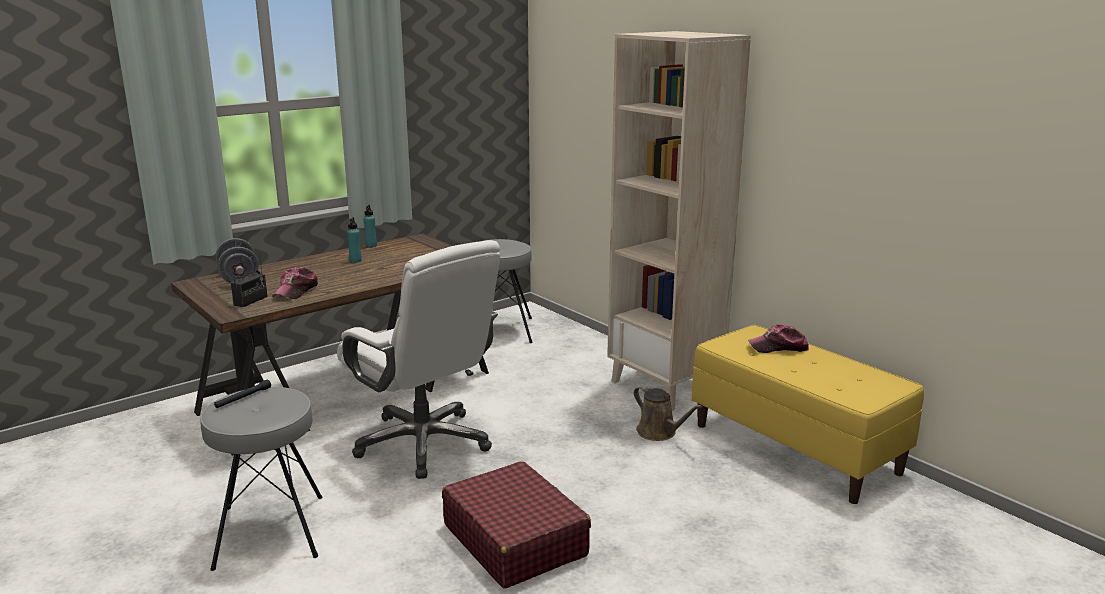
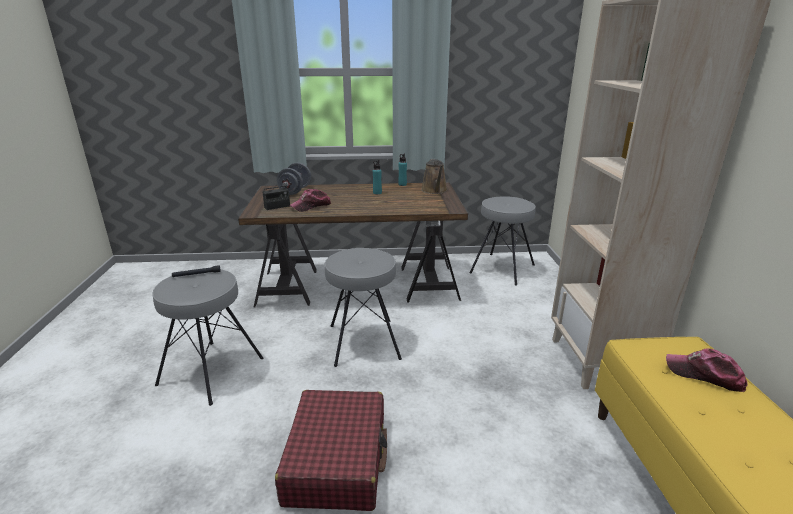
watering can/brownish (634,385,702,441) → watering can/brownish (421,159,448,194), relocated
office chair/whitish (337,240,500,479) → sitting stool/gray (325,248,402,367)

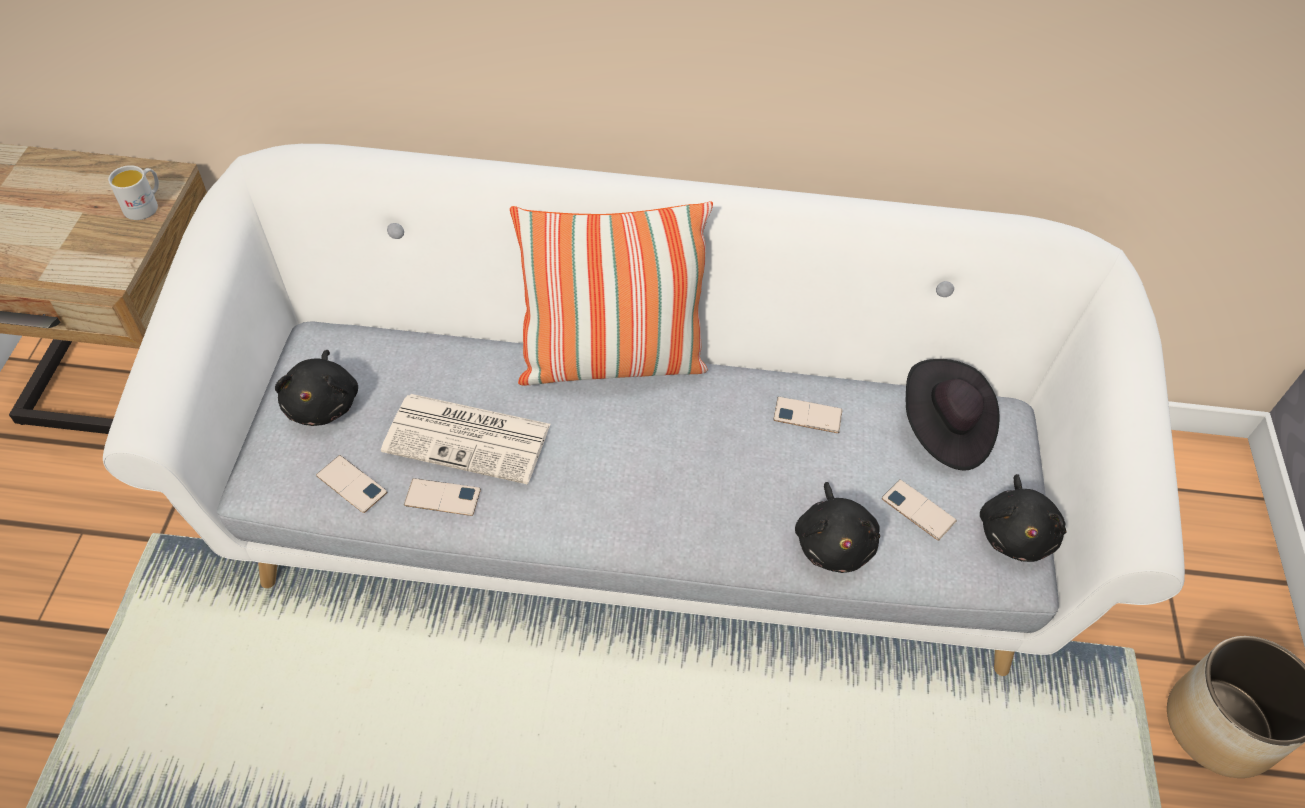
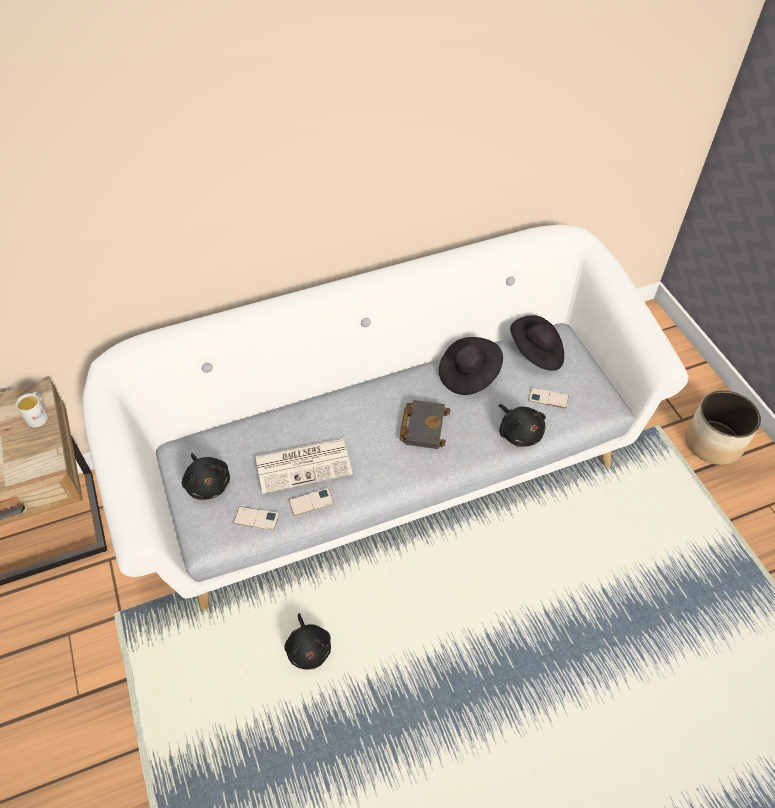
throw pillow (510,201,713,386) → -
- → book/blackish (399,400,450,449)
soft toy/blackish (980,474,1066,562) → soft toy/blackish (284,613,331,670), relocated
phone (773,397,843,433) → clothing hat/blackish (439,337,503,395)

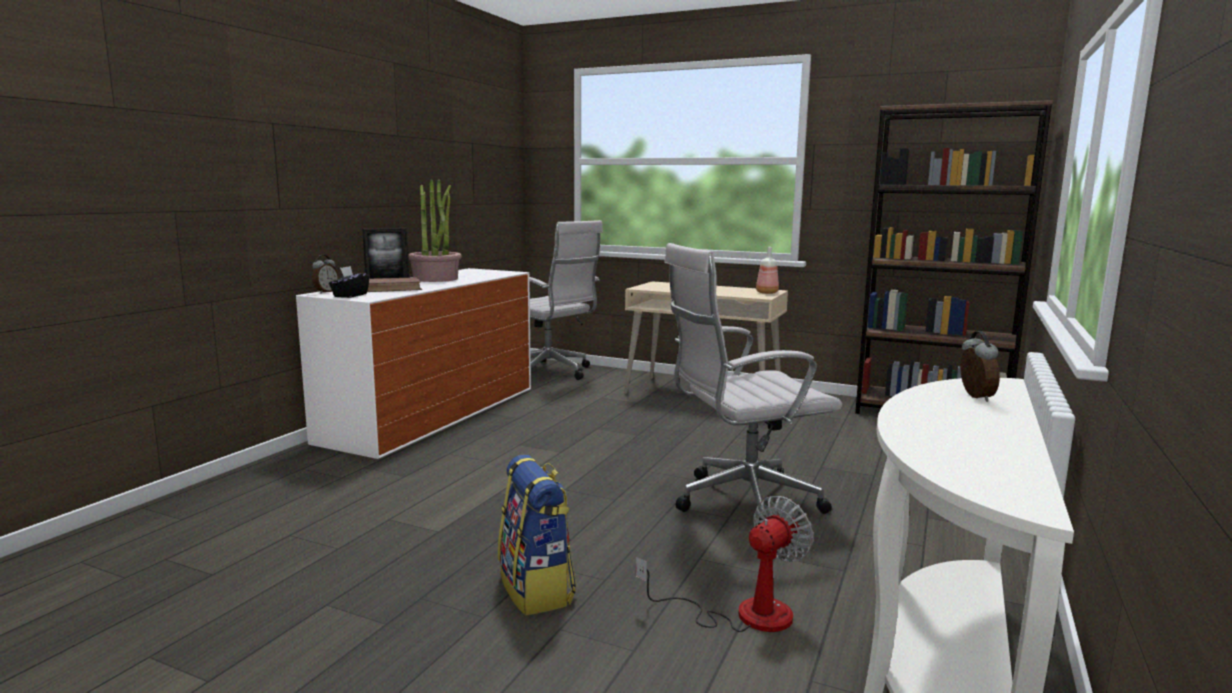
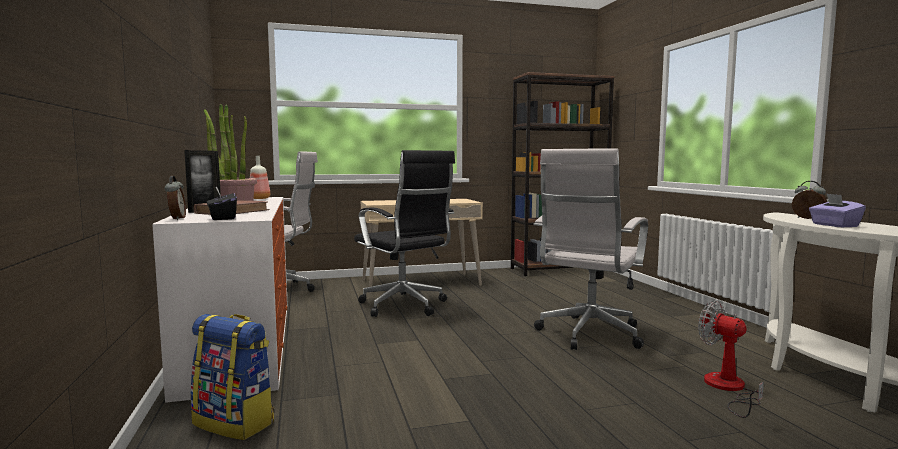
- → office chair/blackish (354,150,455,317)
- → tissue box/purple (809,193,866,227)
knapsack (498,454,577,616) → knapsack (190,314,274,440), relocated
drink bottle (756,247,779,294) → drink bottle (250,156,270,199), relocated
electric fan (636,496,813,632) → electric fan (698,301,764,418), 45 degrees counterclockwise

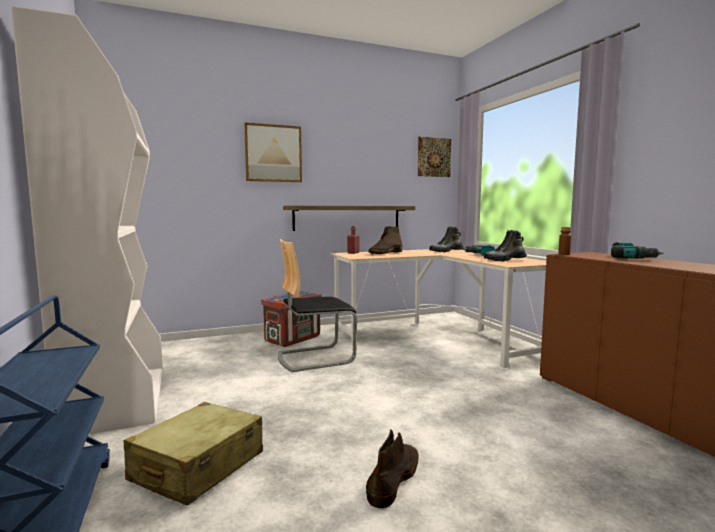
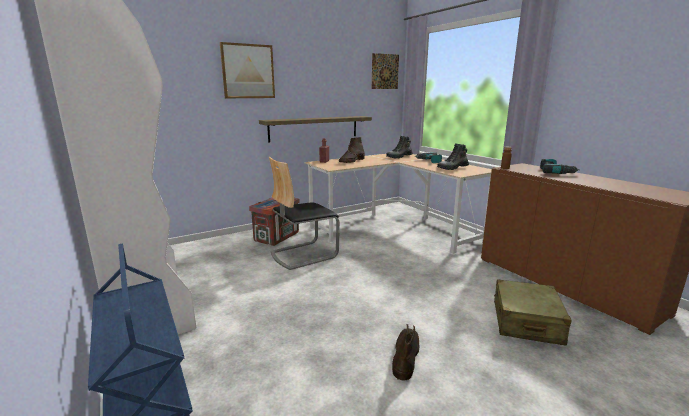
piece of luggage/sand-coloured (124,402,263,506) → piece of luggage/sand-coloured (494,279,571,346), relocated

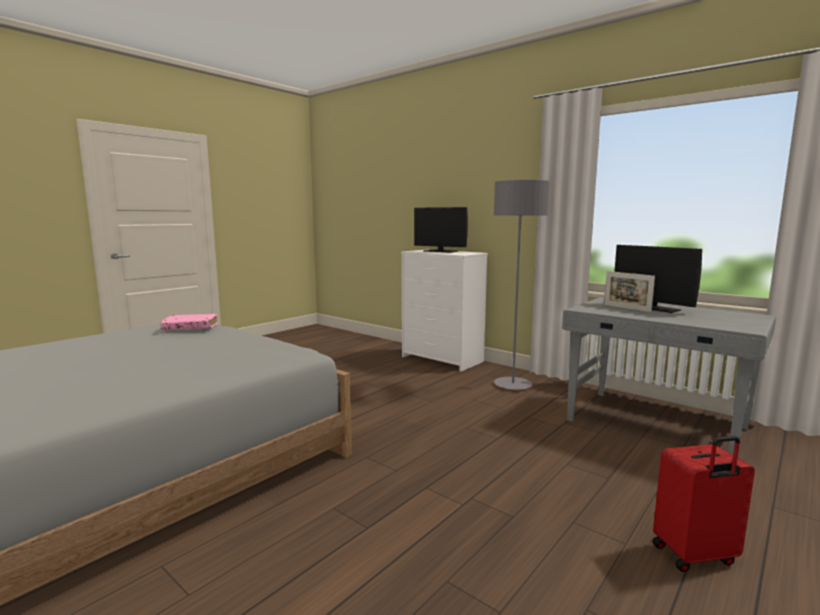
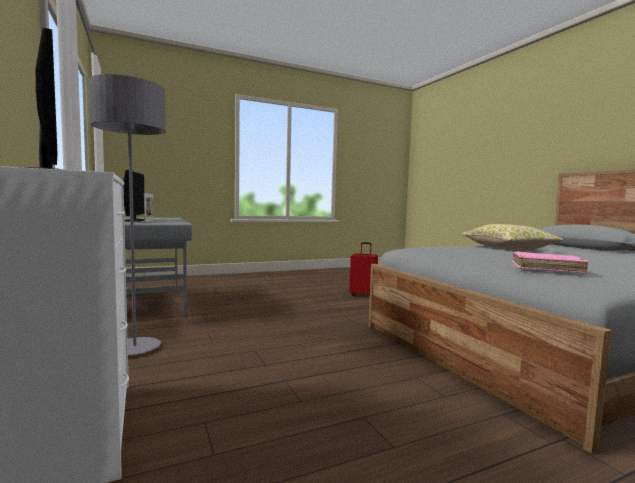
- → throw pillow (462,224,564,250)
piece of luggage/red-coloured (653,436,755,572) → piece of luggage/red-coloured (350,242,378,297), relocated

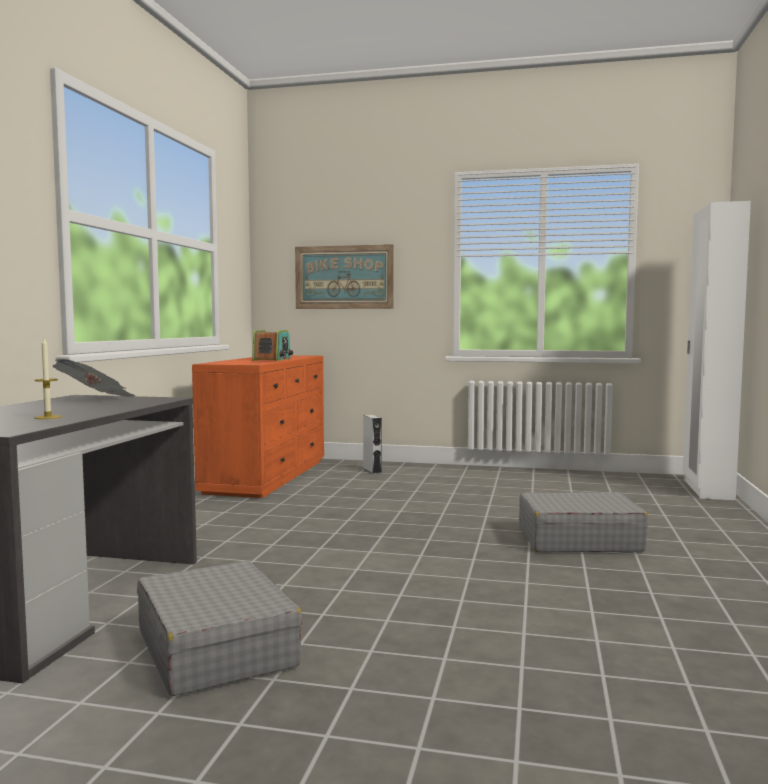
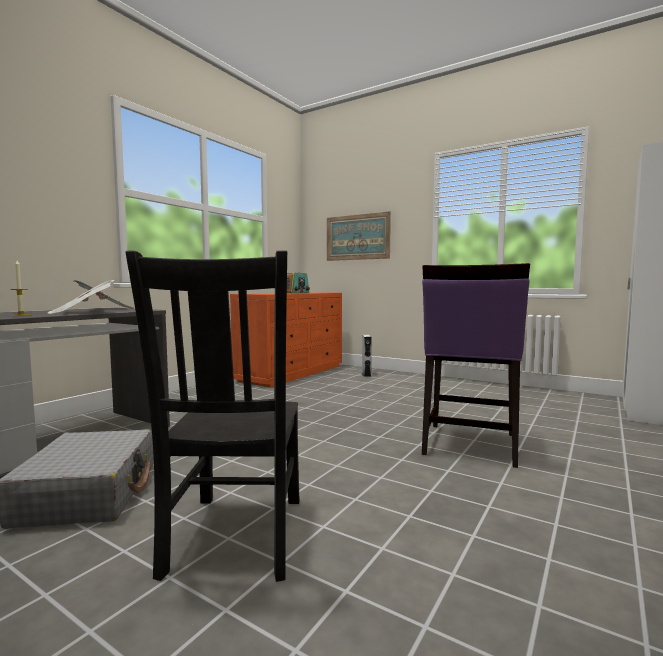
- → printed paper (48,280,114,314)
- → upright chair/blackish (125,250,300,582)
piece of luggage/gray (519,492,648,552) → upright chair/purple (422,263,530,468)

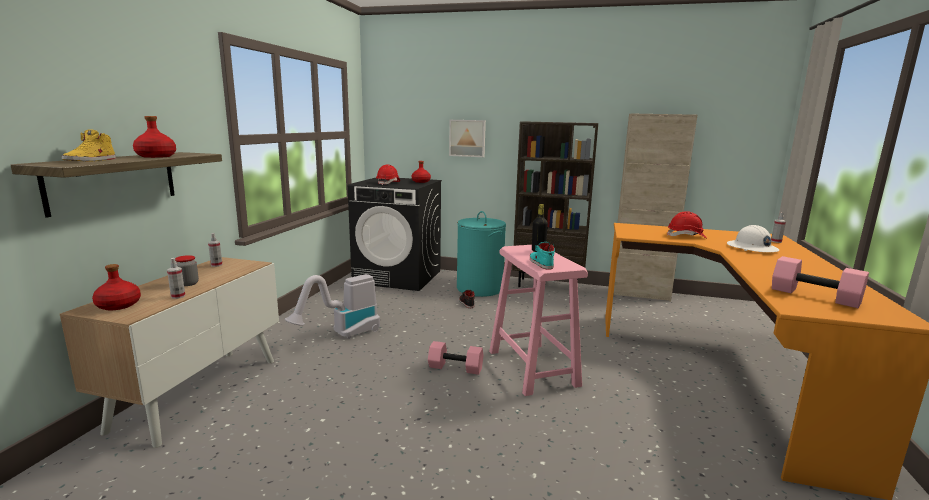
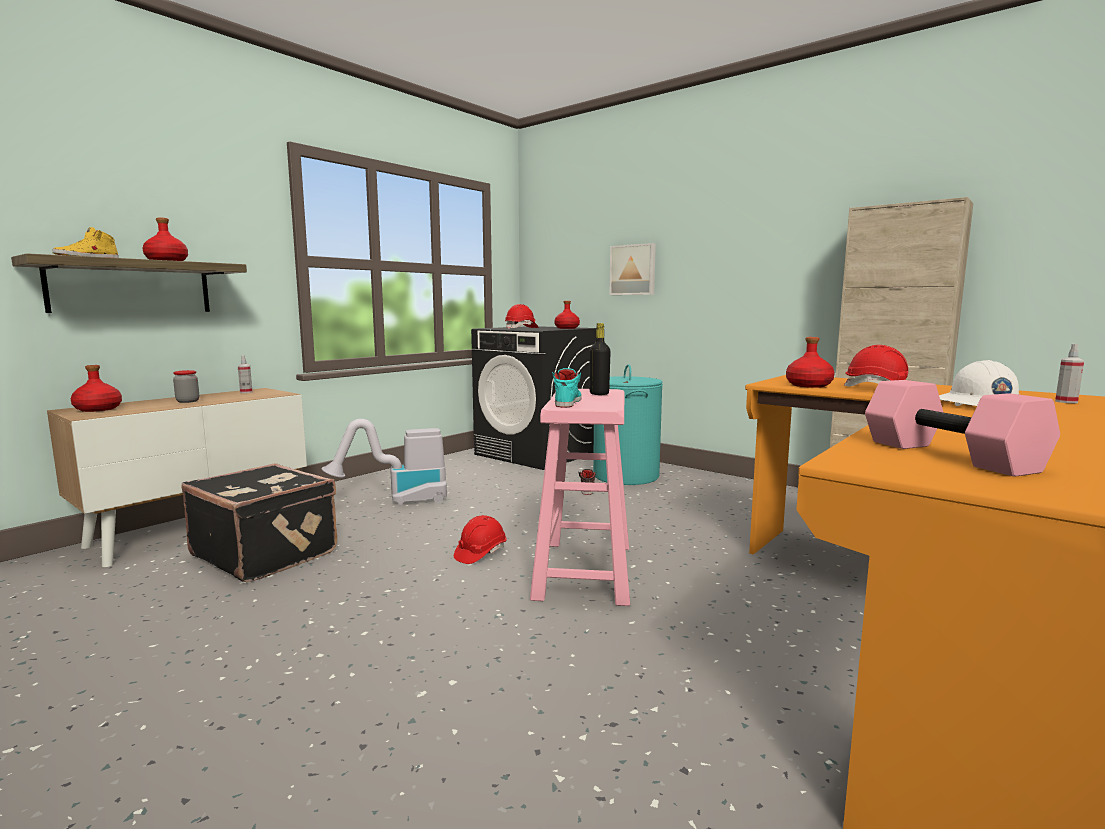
spray bottle (167,258,185,299) → -
shelving unit/brownish (512,121,598,287) → -
- → piece of luggage/blackish (182,463,337,582)
- → drink bottle/red-coloured (786,337,835,388)
hand weight/pink (428,341,483,375) → work helmet/red-coloured (454,515,506,564)

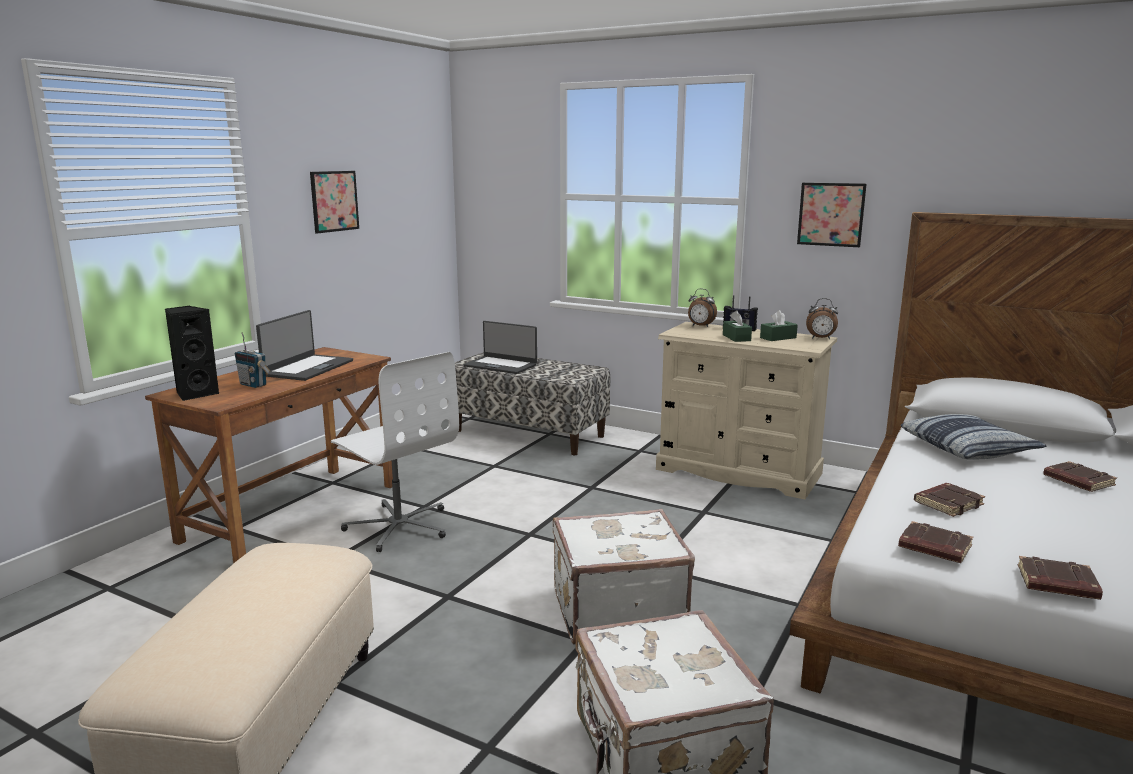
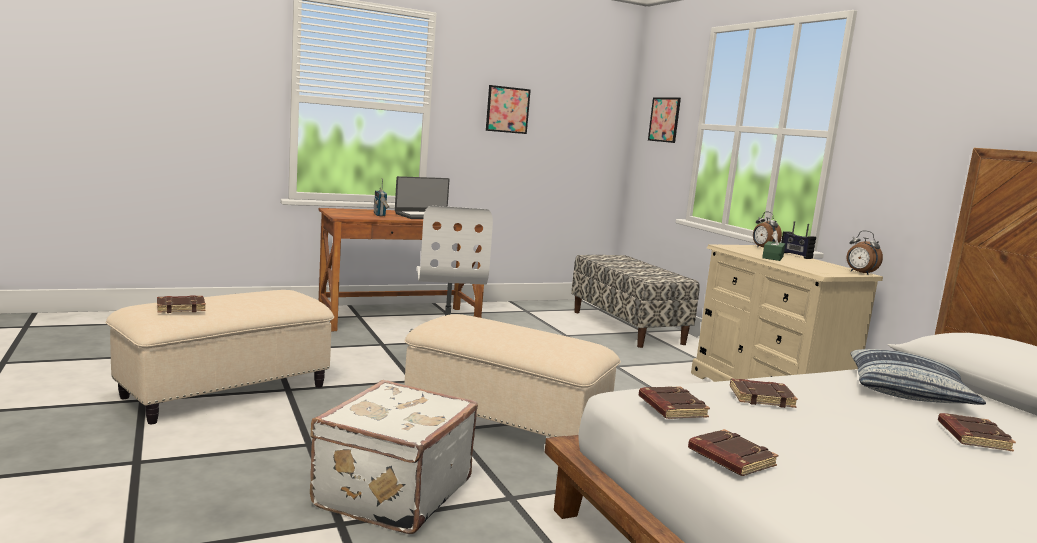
loudspeaker/blackish (165,306,220,401) → -
laptop (463,321,537,374) → -
tissue box/green-coloured (760,310,798,341) → -
- → book/brownish (157,295,206,313)
picture (797,183,867,247) → picture (648,97,681,143), relocated
piece of luggage/whitish (553,509,695,645) → pouffe/sand-coloured (404,314,621,437)

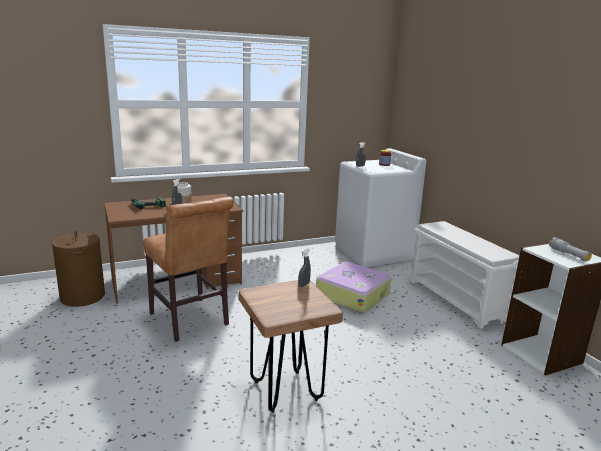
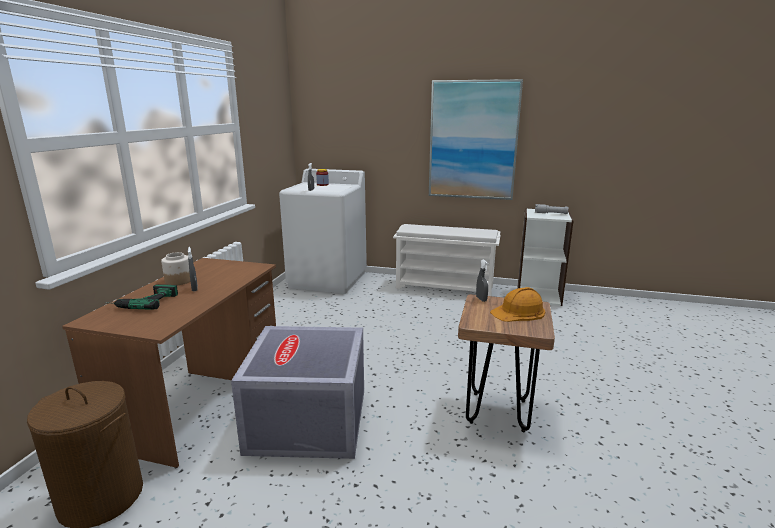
piece of luggage (316,262,391,313) → -
- → picture (429,79,523,200)
- → work helmet/orangey (490,287,545,322)
upright chair/brownish (143,197,233,342) → storage bin/gray (231,326,364,459)

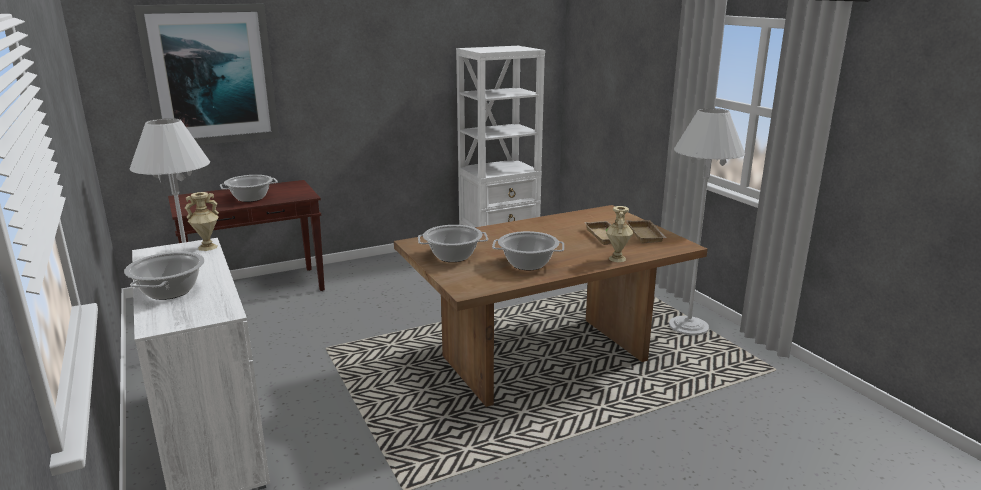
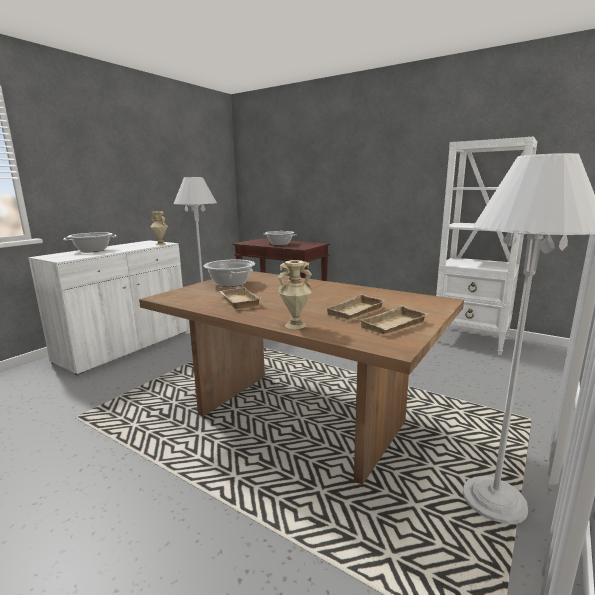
picture (134,4,279,145) → -
cooking pot (492,231,564,270) → serving tray/sand-coloured (219,287,260,309)

